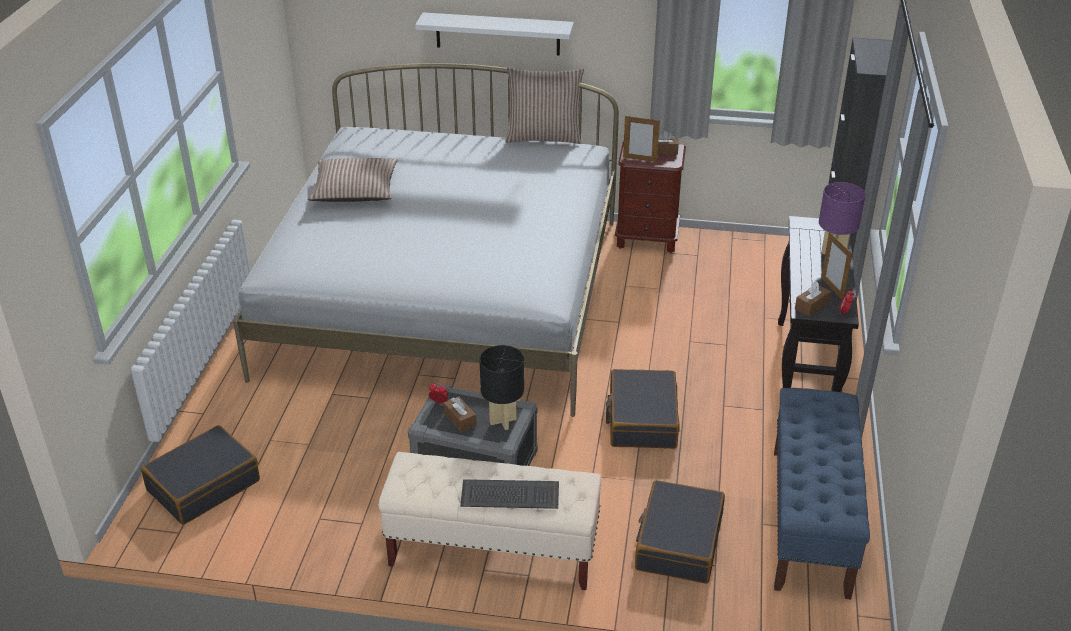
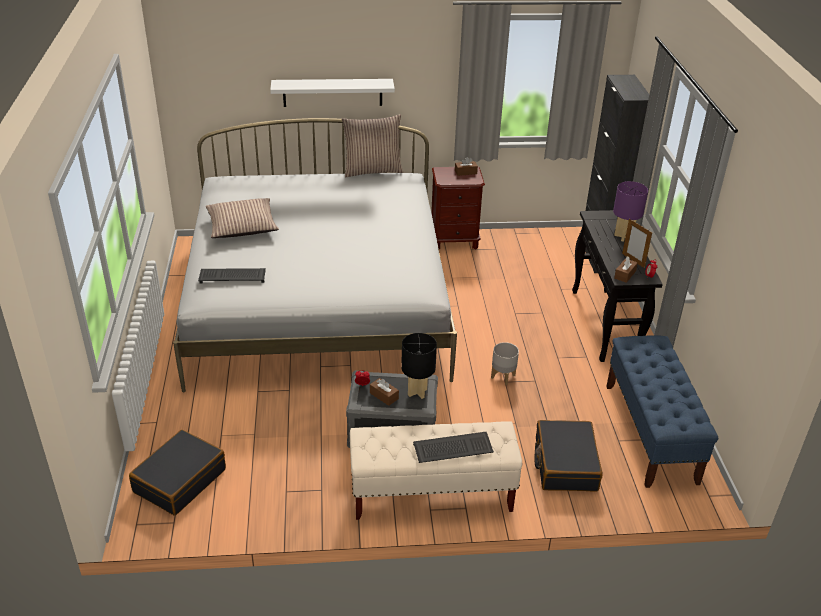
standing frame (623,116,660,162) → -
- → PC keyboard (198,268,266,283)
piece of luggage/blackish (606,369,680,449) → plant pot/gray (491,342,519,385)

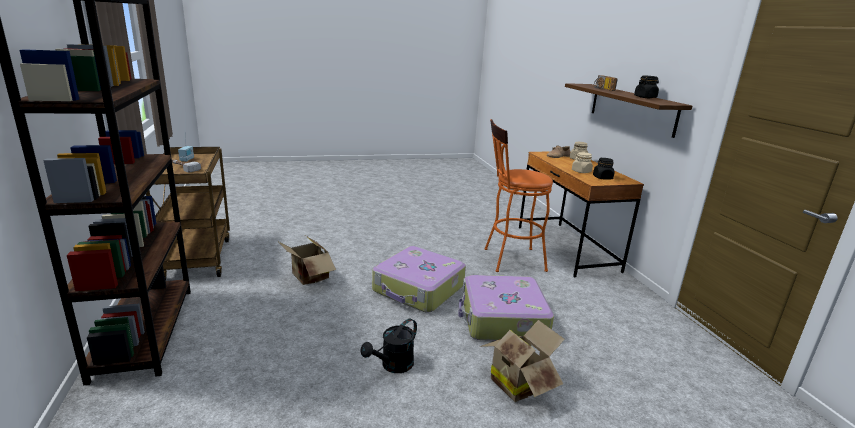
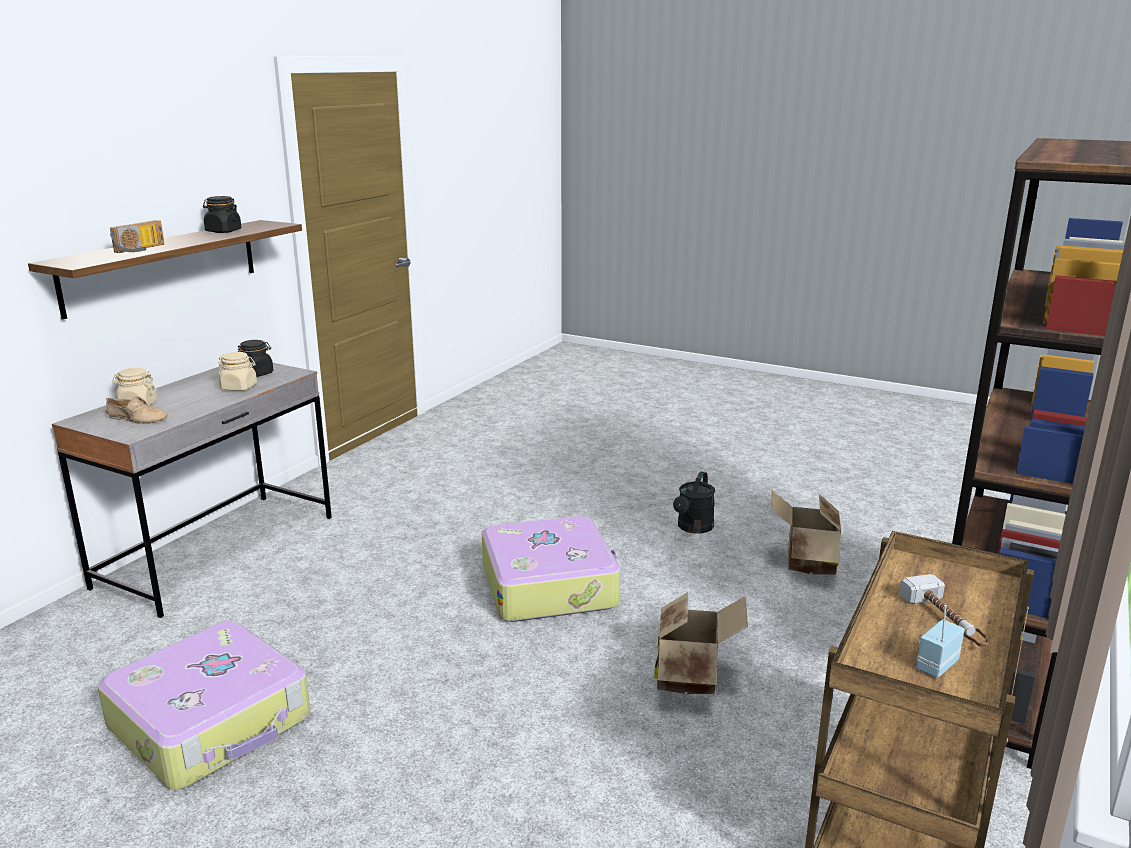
sitting stool/orangey (484,119,553,272) → -
piece of luggage (459,275,554,341) → piece of luggage (97,621,310,790), relocated
cardboard box (479,320,565,402) → cardboard box (771,490,841,575), relocated
desk unit/brownish (519,151,644,278) → desk unit/gray (52,363,332,618)
watering can/blackish (361,319,417,373) → watering can/blackish (673,472,715,534), 120 degrees clockwise

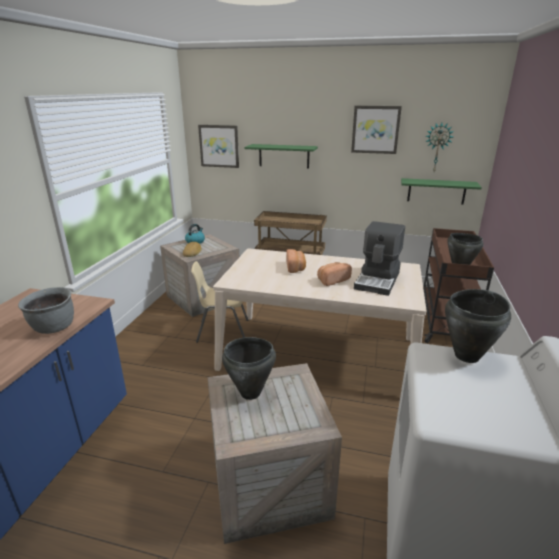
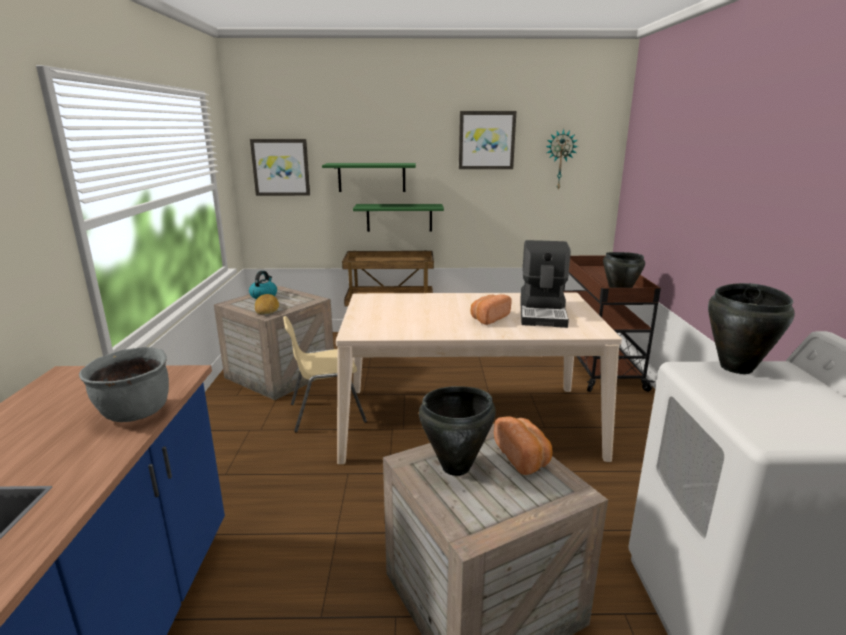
bread (286,249,306,273) → bread (494,416,553,475), relocated
bracket shelf/green-coloured (401,178,482,204) → bracket shelf/green-coloured (353,204,444,232), relocated

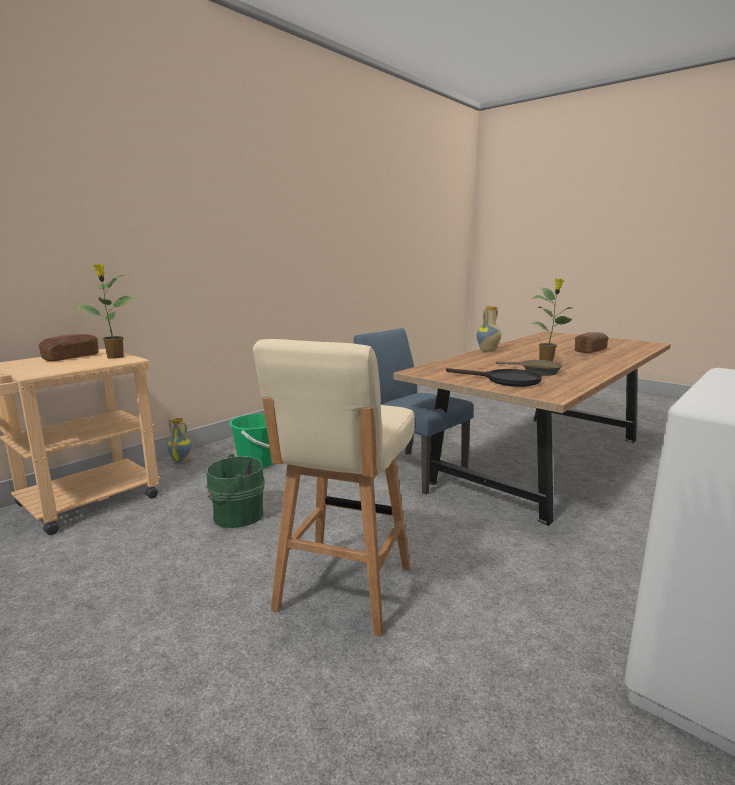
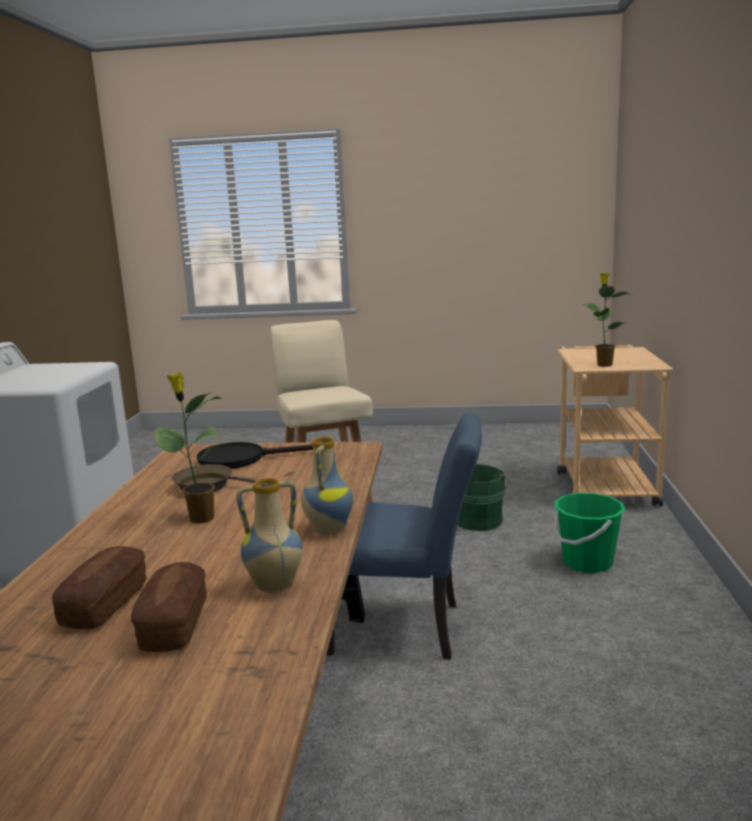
bread (39,334,99,361) → bread (131,562,207,652), relocated
vase (167,418,193,463) → vase (236,478,303,593), relocated

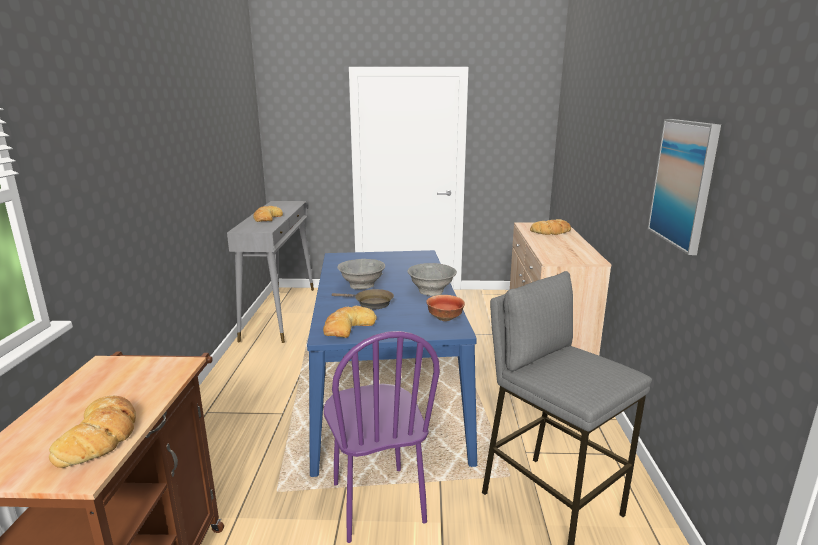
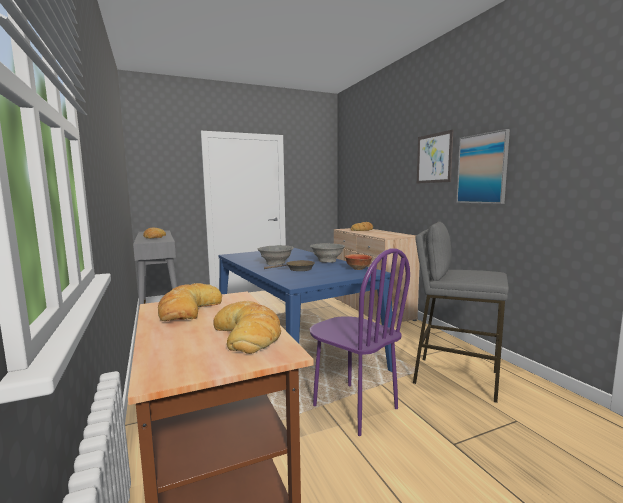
- → picture (417,130,453,184)
bread (323,306,377,338) → bread (158,283,222,321), relocated

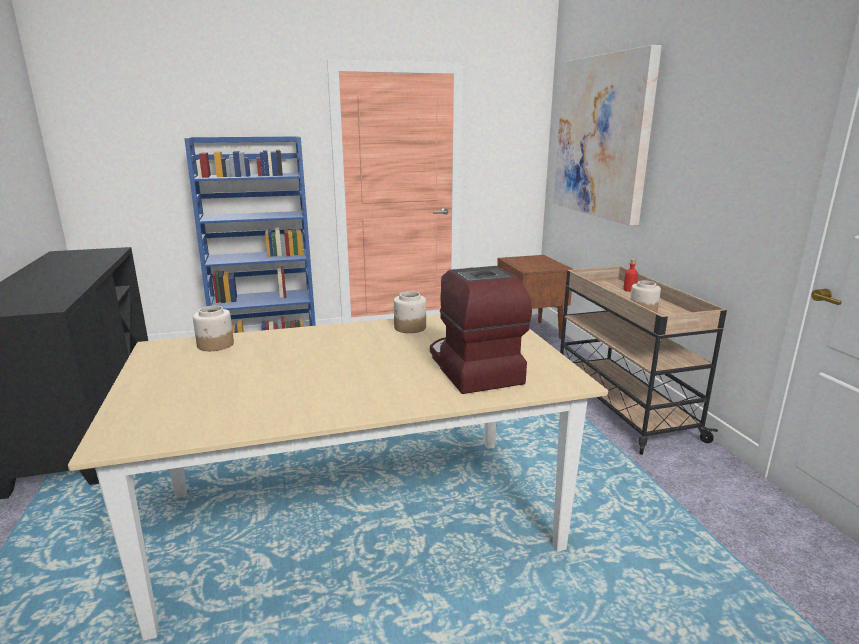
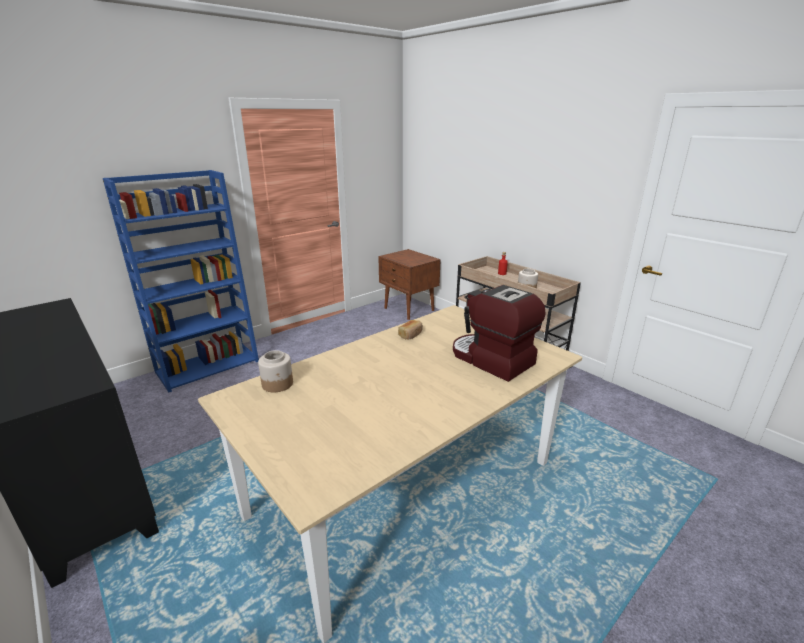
picture (553,45,662,226) → -
storage jar (394,291,426,333) → bread (398,320,423,340)

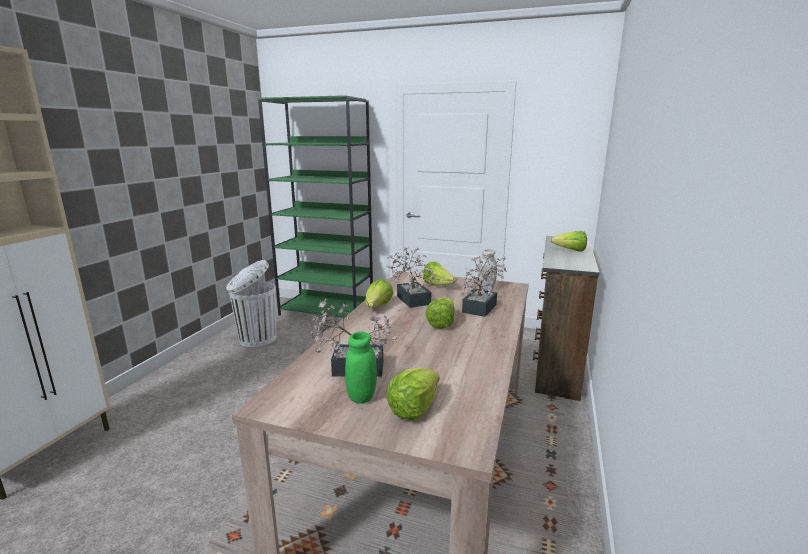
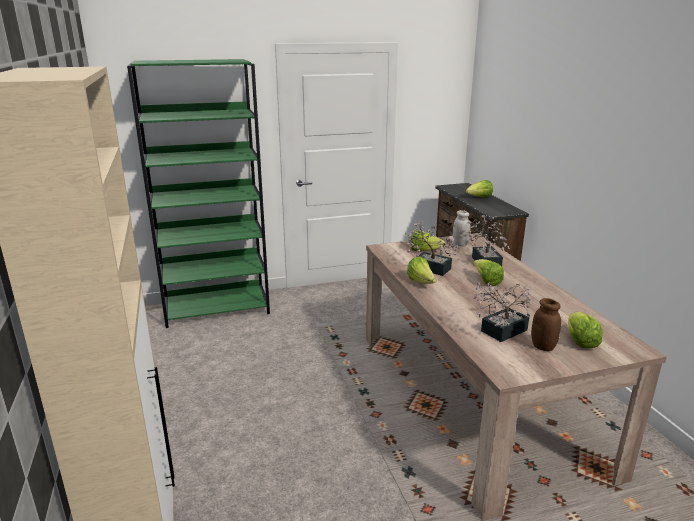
rubbish bin/whitish (226,260,277,347) → -
storage jar/green-coloured (345,332,377,404) → storage jar/brownish (531,298,561,351)

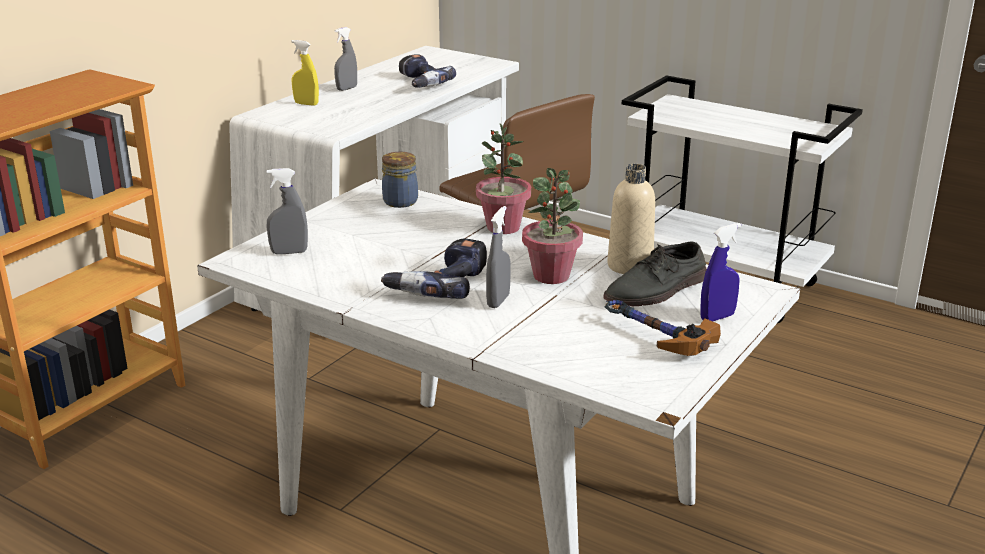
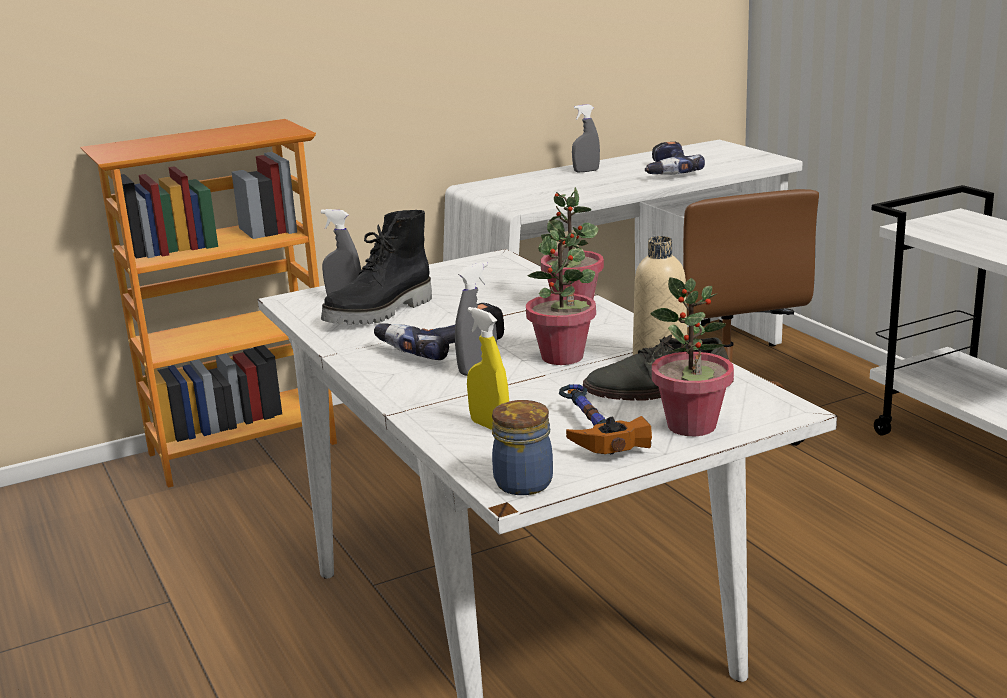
- → high-top boot/blackish (321,210,432,325)
spray bottle/yellow (291,40,319,106) → spray bottle/yellow (467,307,509,430), relocated
storage jar (382,152,418,208) → storage jar (492,400,553,495), relocated
spray bottle/blue (700,223,741,321) → potted plant (650,277,734,436)

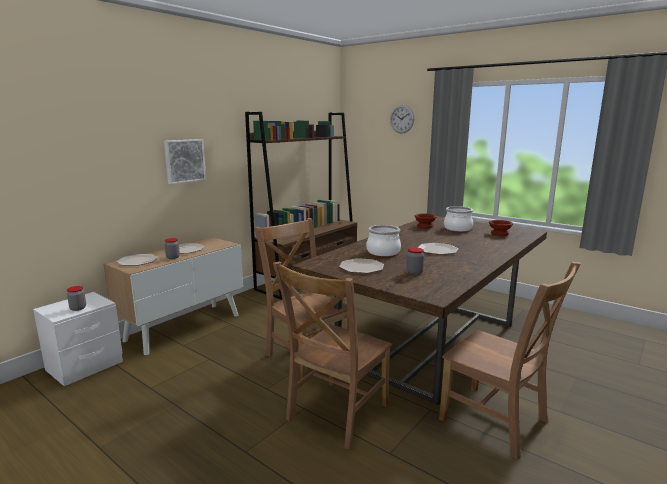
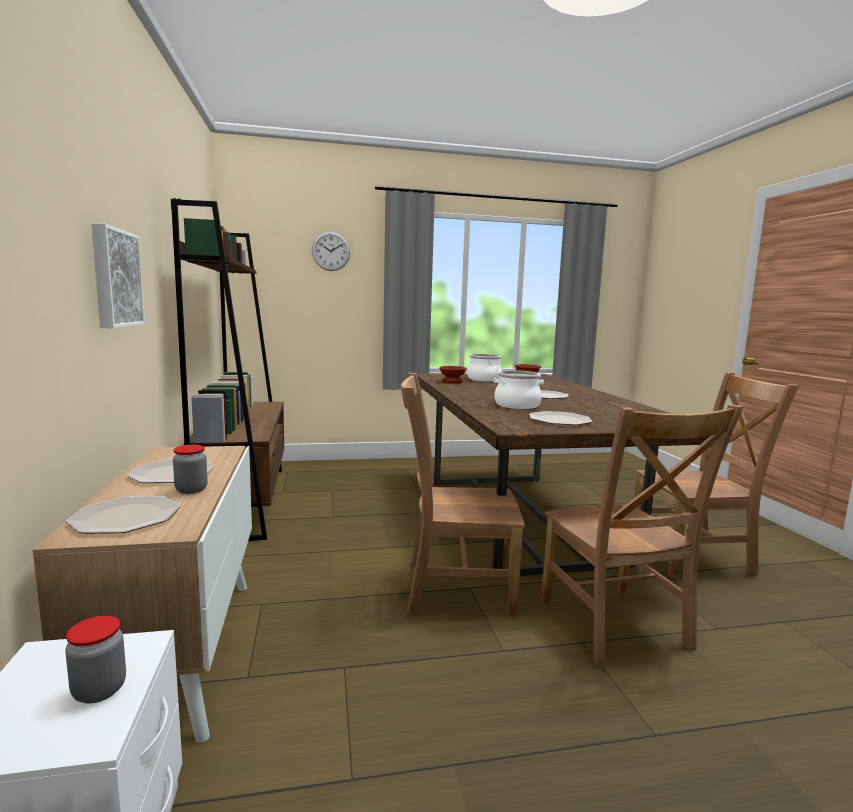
storage jar (406,247,424,274) → -

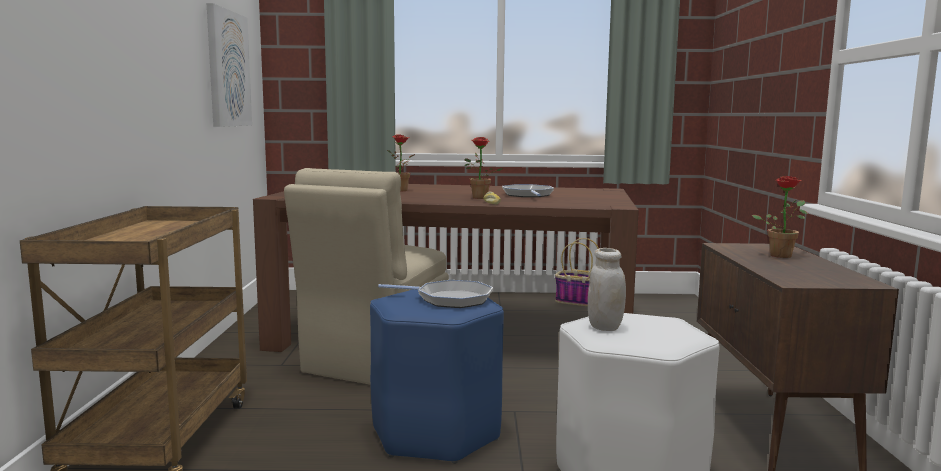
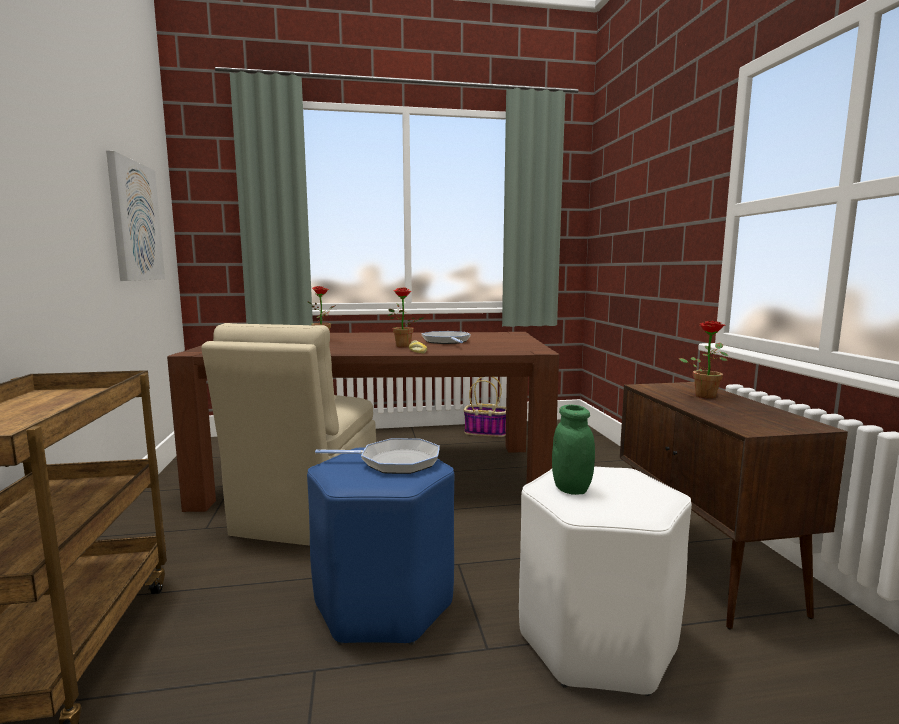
storage jar/whitish (588,248,626,331) → storage jar/green-coloured (552,405,595,495)

